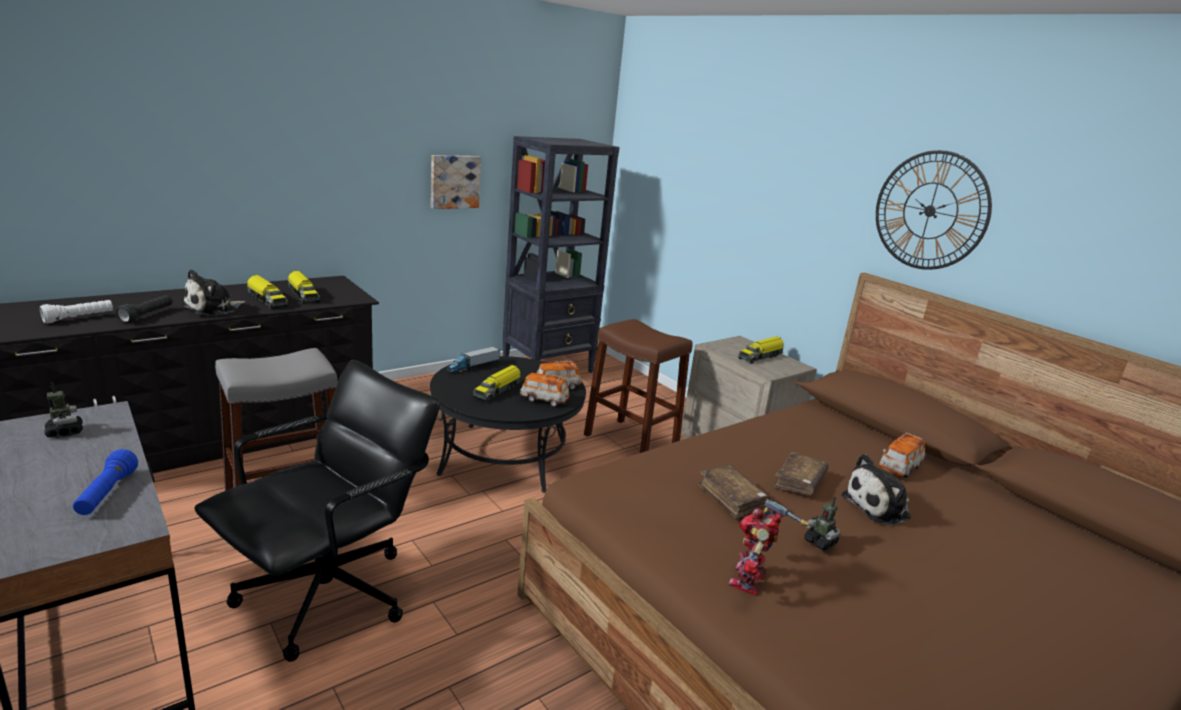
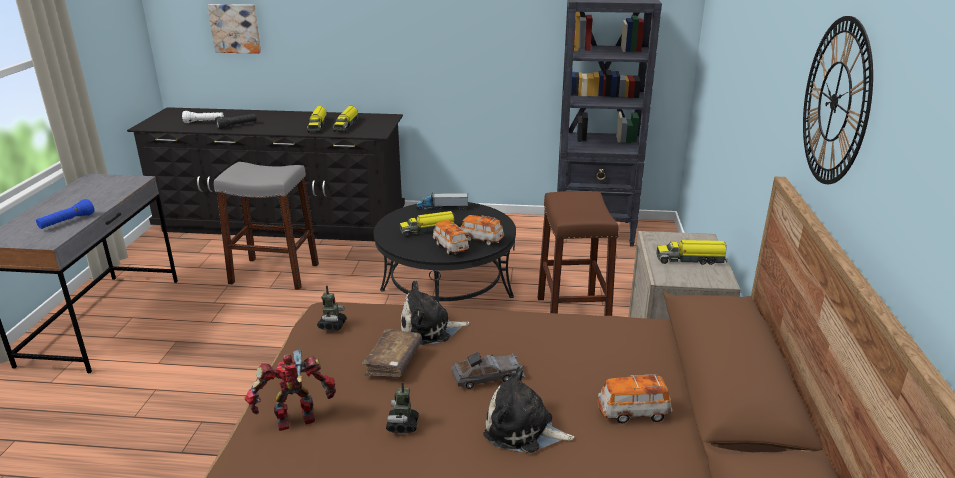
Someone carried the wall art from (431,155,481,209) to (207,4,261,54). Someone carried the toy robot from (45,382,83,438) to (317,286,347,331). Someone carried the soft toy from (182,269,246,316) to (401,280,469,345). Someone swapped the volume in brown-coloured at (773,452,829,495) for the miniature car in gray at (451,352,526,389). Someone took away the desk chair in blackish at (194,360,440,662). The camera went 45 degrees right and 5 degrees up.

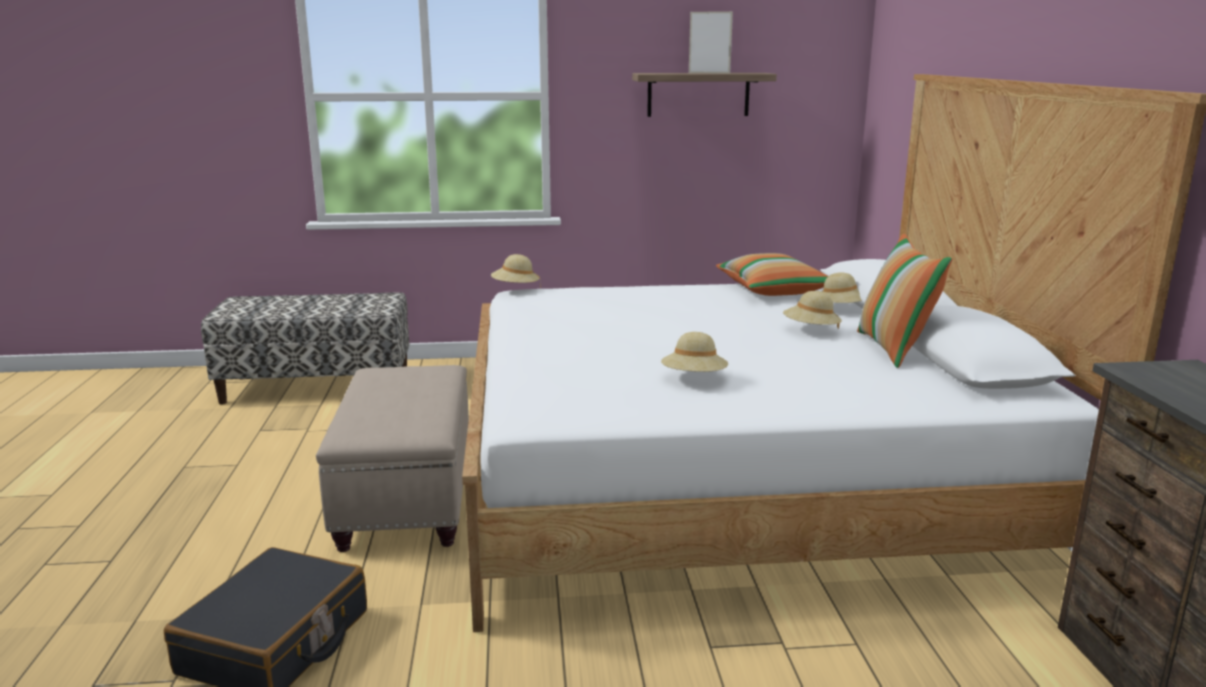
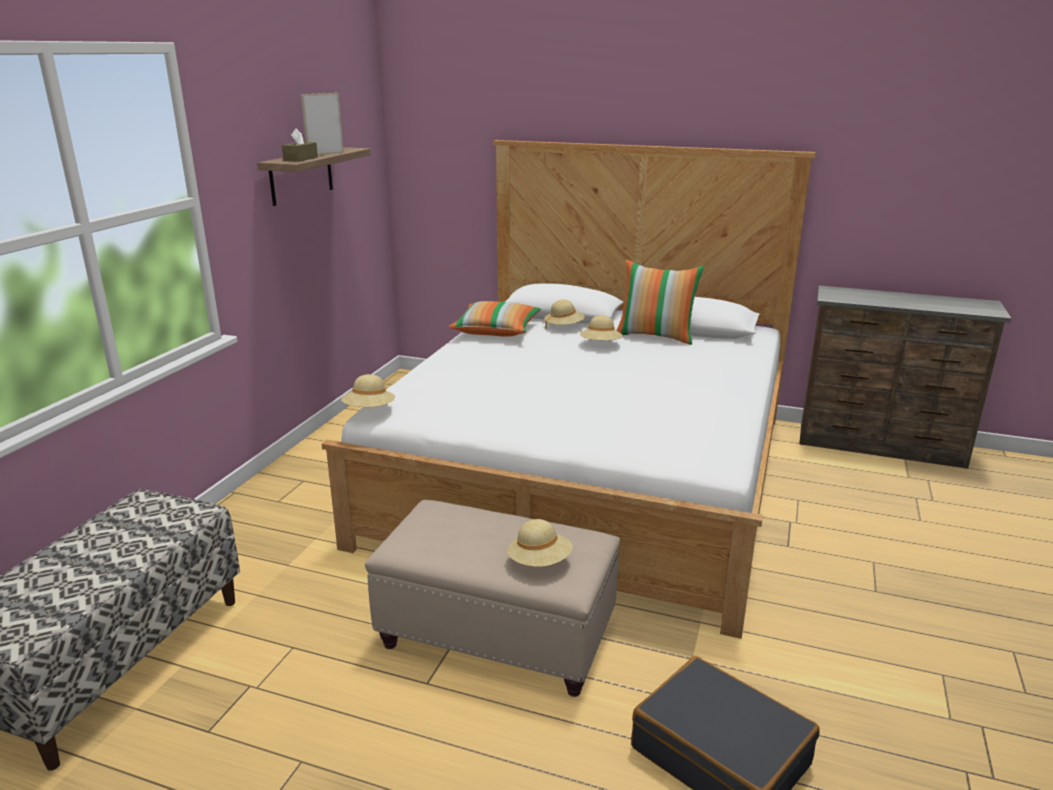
Someone put down the tissue box in brown-coloured at (282,128,318,162). Someone carried the clothing hat in sand-coloured from (661,332,728,372) to (507,519,573,567). The camera went 65 degrees left and 5 degrees up.

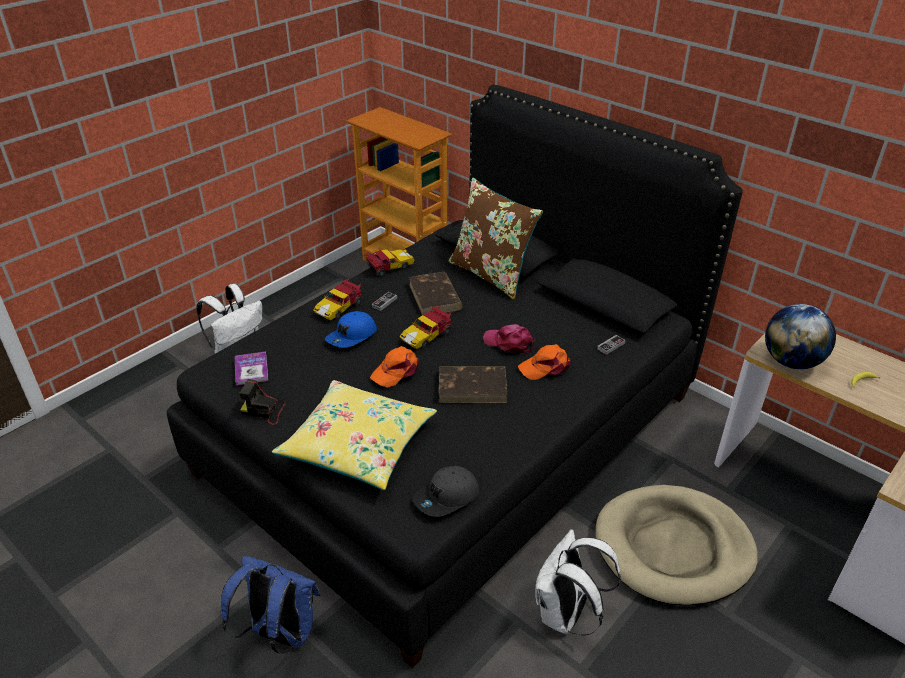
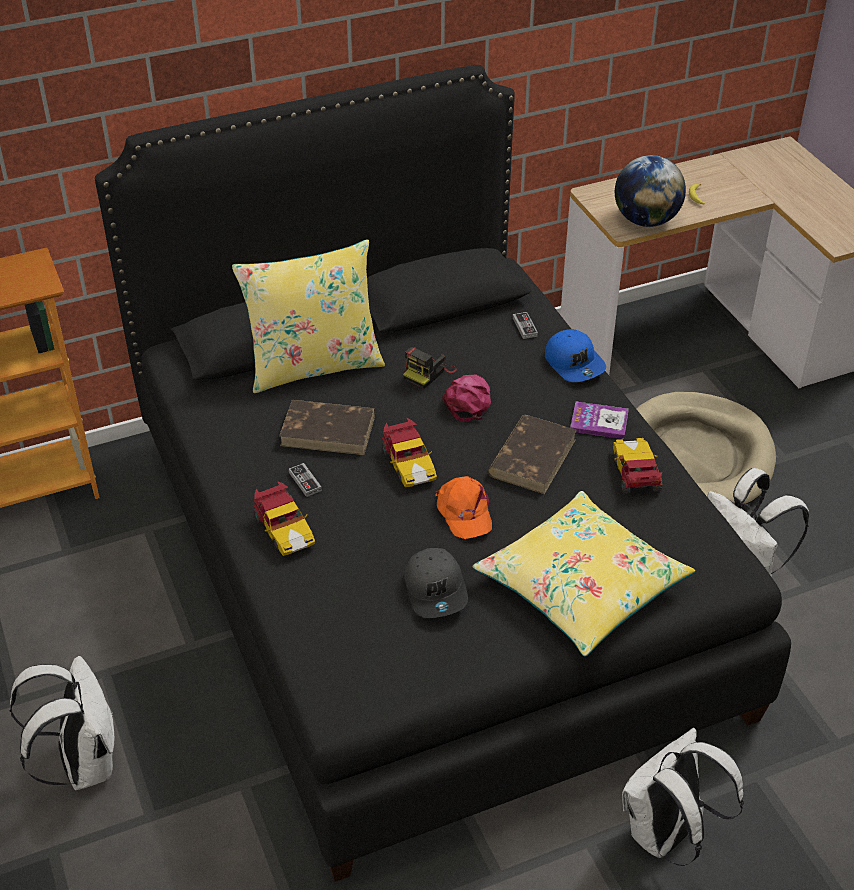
Someone repainted the pillow in brown-coloured at (448,178,543,299), which became the pillow in yellowish at (232,239,385,393). Someone carried the photo camera from (239,379,286,425) to (403,347,457,389). Someone carried the baseball cap in gray from (412,466,479,517) to (404,548,468,618). Someone rotated the baseball cap in pink at (483,324,535,353) by 135 degrees clockwise. Someone carried the baseball cap in blue-coloured from (325,311,377,348) to (545,329,606,382). Someone carried the volume from (235,351,268,385) to (570,402,629,439). Someone carried the miniature car from (365,249,414,277) to (613,438,662,494). Someone repainted the knapsack in blue-coloured at (221,556,320,654), which became the knapsack in white-coloured at (622,728,744,866). Someone took away the baseball cap in orange at (518,344,571,380). The camera went 65 degrees left and 5 degrees up.

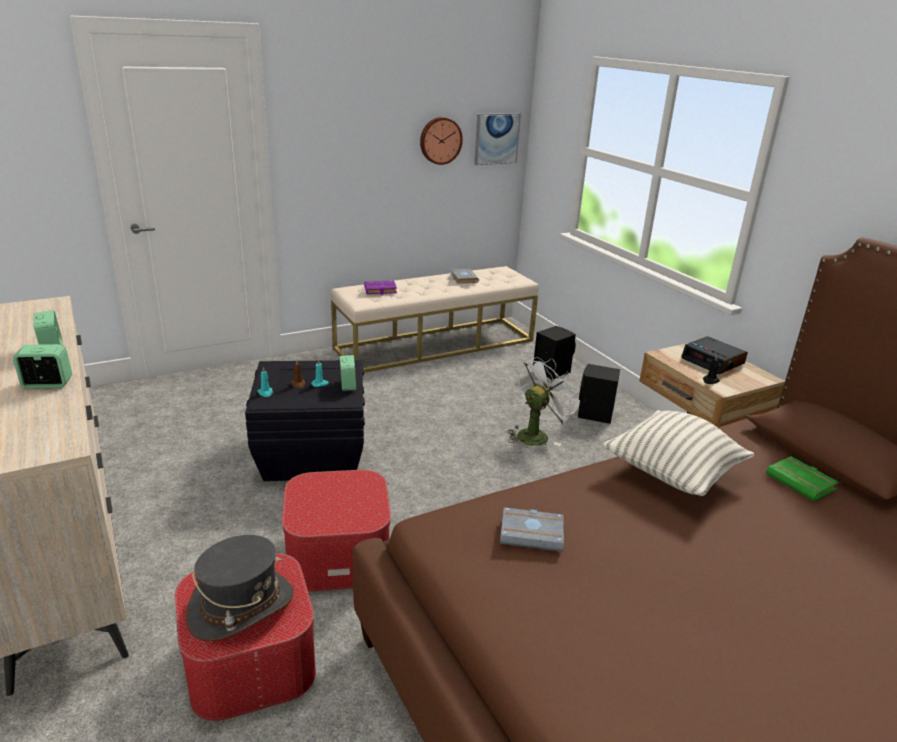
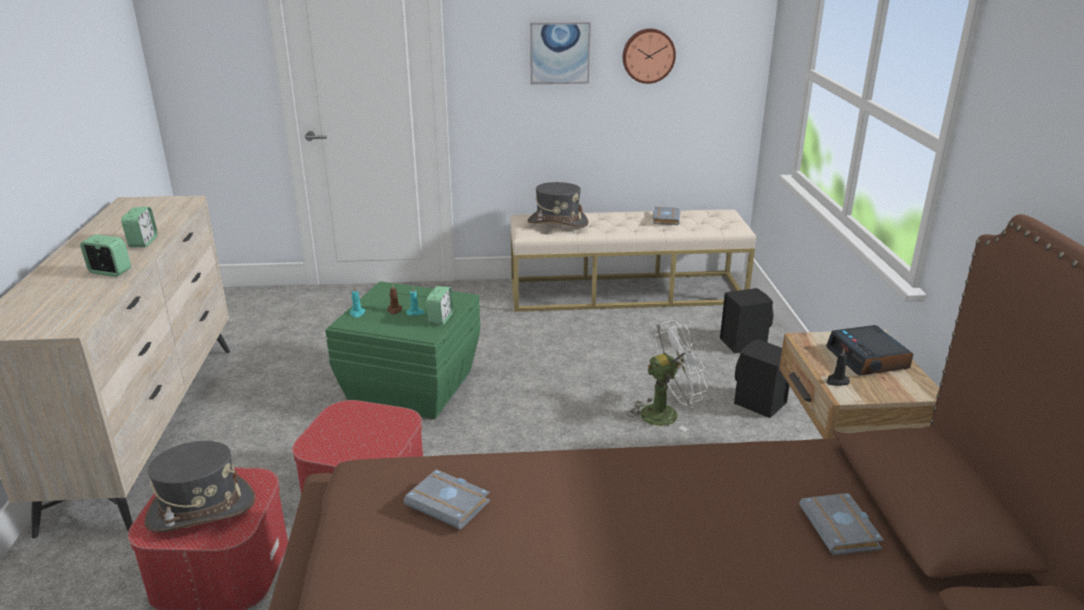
Someone repainted the storage box in blackish at (245,360,365,481), which became the storage box in green at (325,281,481,419). Someone swapped the volume in purple at (364,281,397,295) for the clothing hat in gray at (527,182,589,227). Someone carried the wall art from (474,113,521,165) to (530,22,590,84). Someone repainted the volume in green at (766,456,839,502), which became the volume in gray at (799,493,884,555). Someone took away the pillow at (603,410,754,496). The camera went 25 degrees right and 0 degrees up.

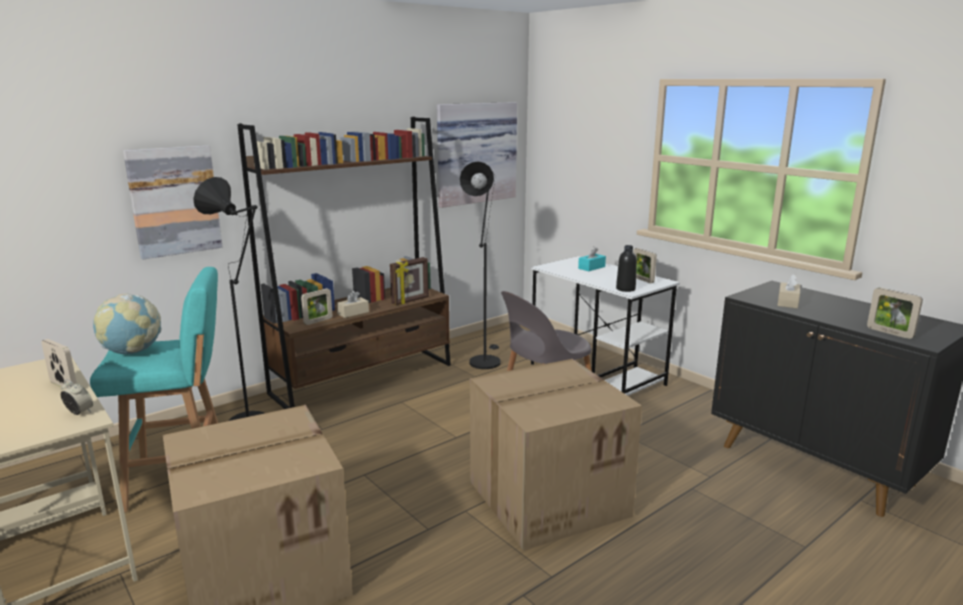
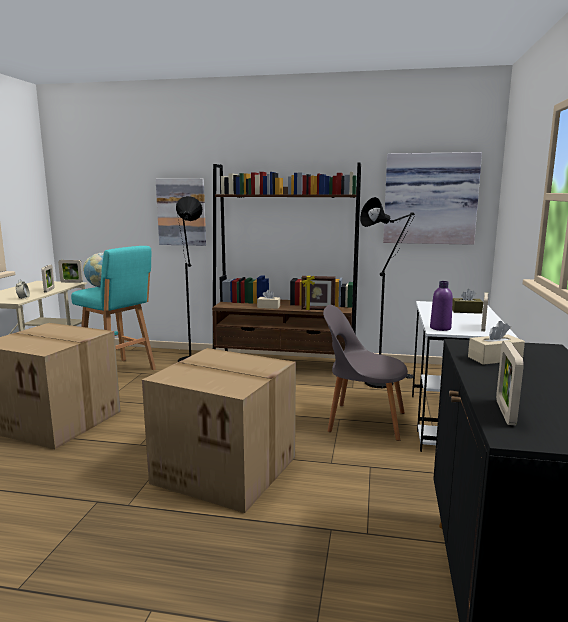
Someone carried the standing frame from (301,288,332,325) to (58,260,83,283). Someone repainted the bottle in blackish at (616,245,637,292), which became the bottle in purple at (430,281,453,331). Someone repainted the tissue box in turquoise at (578,246,606,271), which became the tissue box in brown-coloured at (452,289,483,314). The camera went 50 degrees right and 5 degrees down.

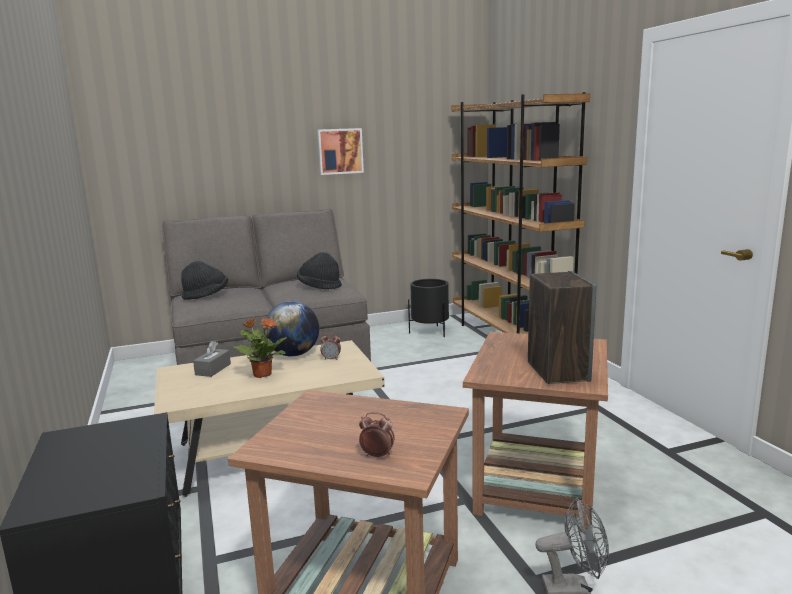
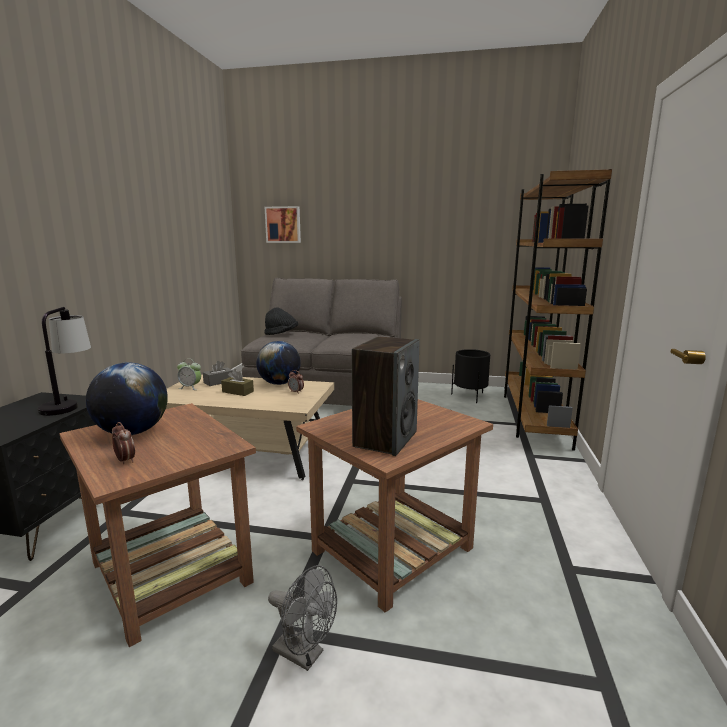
Someone put down the table lamp at (38,307,91,416). Someone put down the world globe at (86,362,168,435). Someone put down the alarm clock at (177,359,201,390). Someone swapped the plant in a pot at (233,318,287,378) for the tissue box in brown-coloured at (221,369,254,396). Someone carried the wall art from (317,128,364,175) to (265,206,301,243). Someone took away the clothing hat in blackish at (297,252,342,290). The camera went 30 degrees right and 0 degrees up.

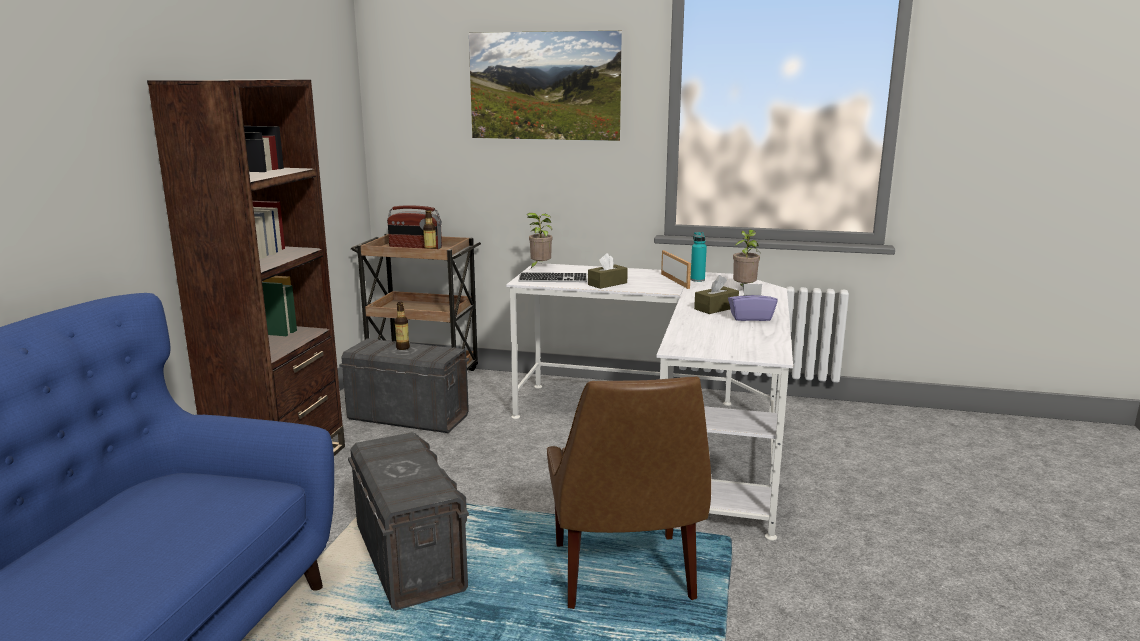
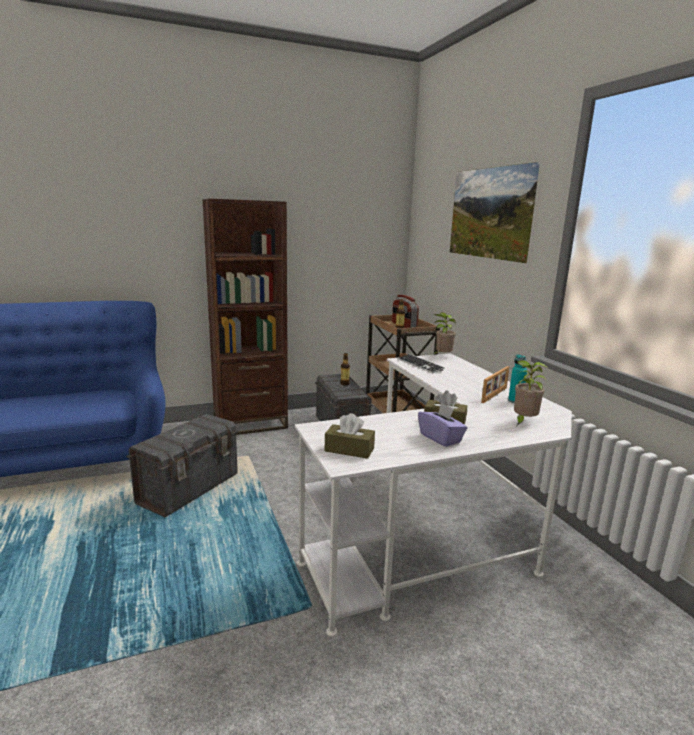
Someone carried the tissue box in brown-coloured from (588,253,628,289) to (325,413,375,459). Someone took away the upright chair in brown-coloured at (547,377,711,609). The camera went 55 degrees right and 0 degrees up.

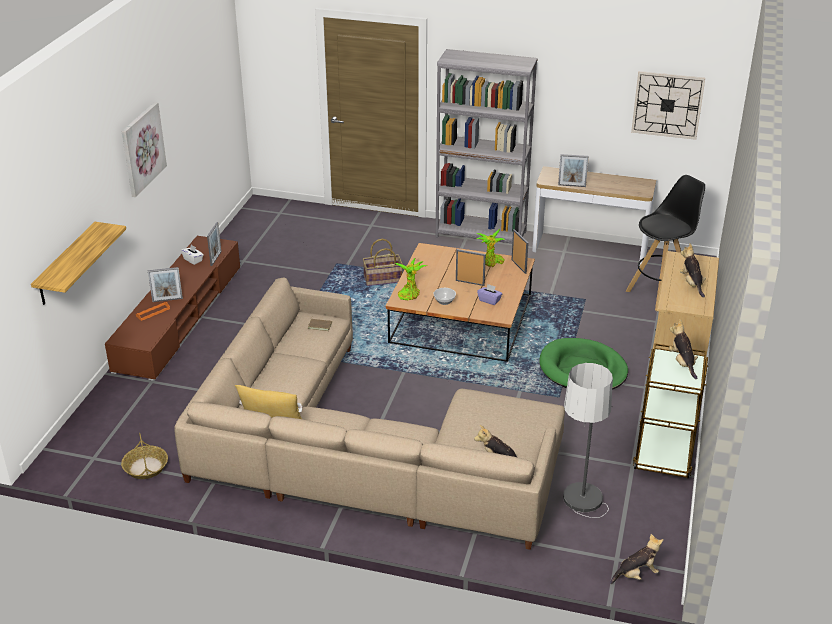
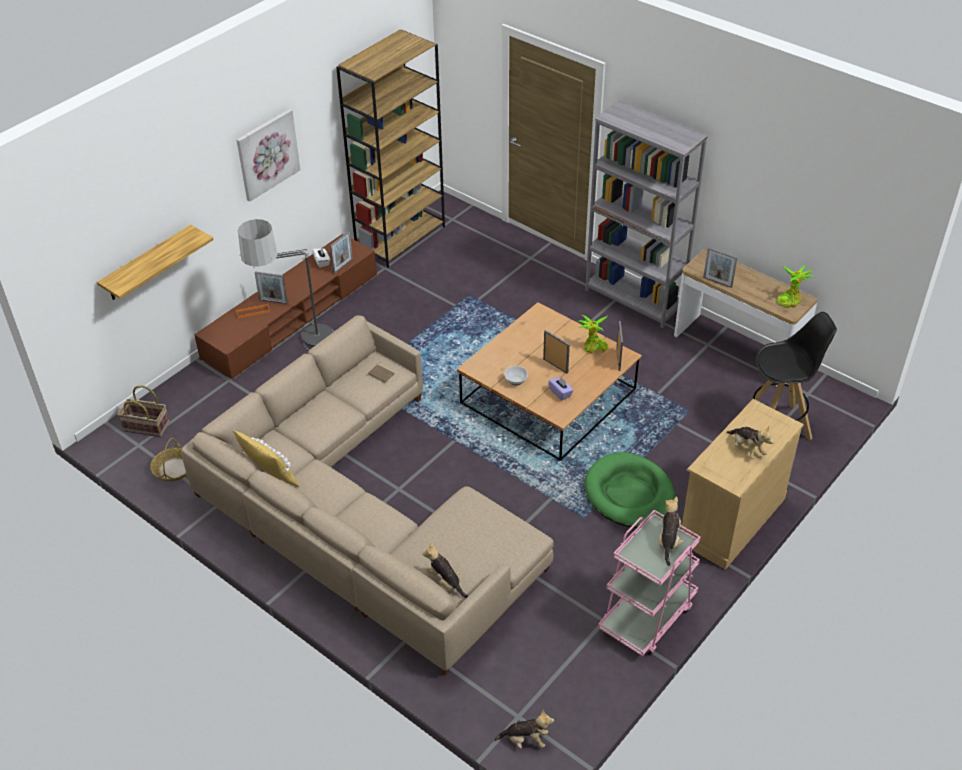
Someone carried the household basket from (363,239,403,286) to (118,385,170,437). Someone carried the floor lamp from (563,363,613,518) to (238,219,334,350). Someone put down the bookcase in brown-coloured at (336,29,445,268). Someone repainted the wheeled cart in brown-coloured at (633,343,708,479), which became the wheeled cart in pink at (598,510,701,656). Someone rotated the soft toy at (680,244,706,298) by 135 degrees clockwise. Someone carried the plant in a pot from (395,258,427,300) to (777,265,814,307). Someone took away the hanging clock at (631,71,705,140). The camera went 25 degrees right and 10 degrees up.

